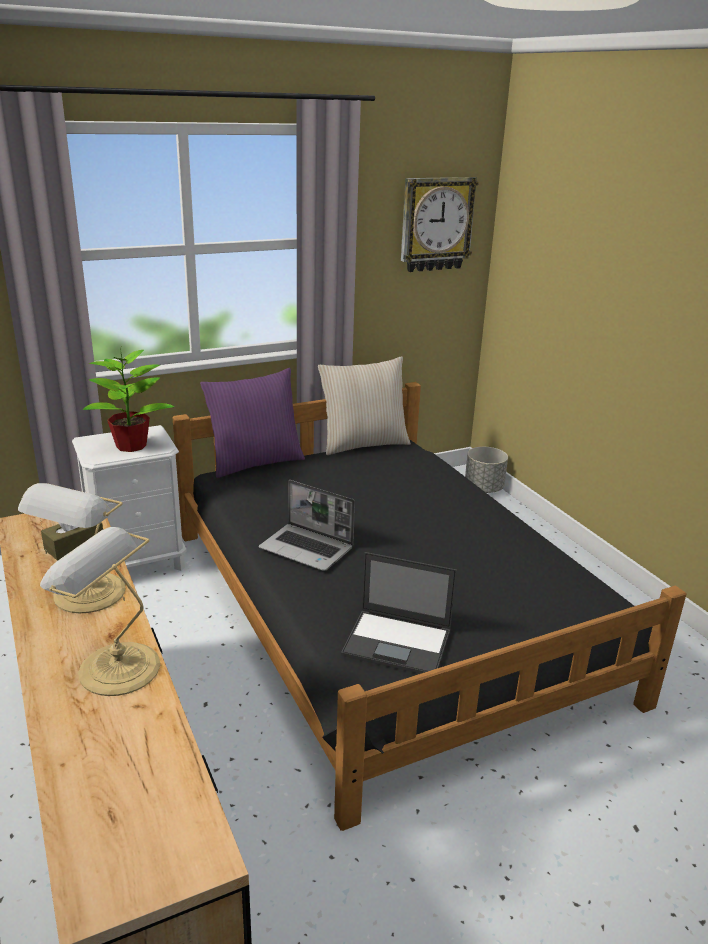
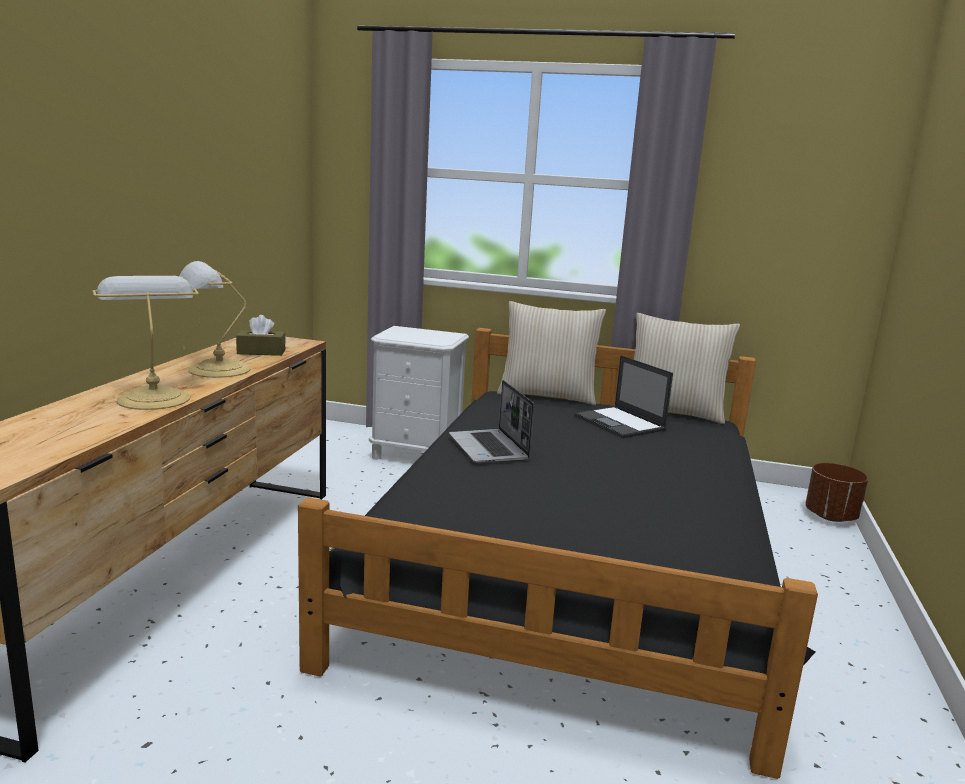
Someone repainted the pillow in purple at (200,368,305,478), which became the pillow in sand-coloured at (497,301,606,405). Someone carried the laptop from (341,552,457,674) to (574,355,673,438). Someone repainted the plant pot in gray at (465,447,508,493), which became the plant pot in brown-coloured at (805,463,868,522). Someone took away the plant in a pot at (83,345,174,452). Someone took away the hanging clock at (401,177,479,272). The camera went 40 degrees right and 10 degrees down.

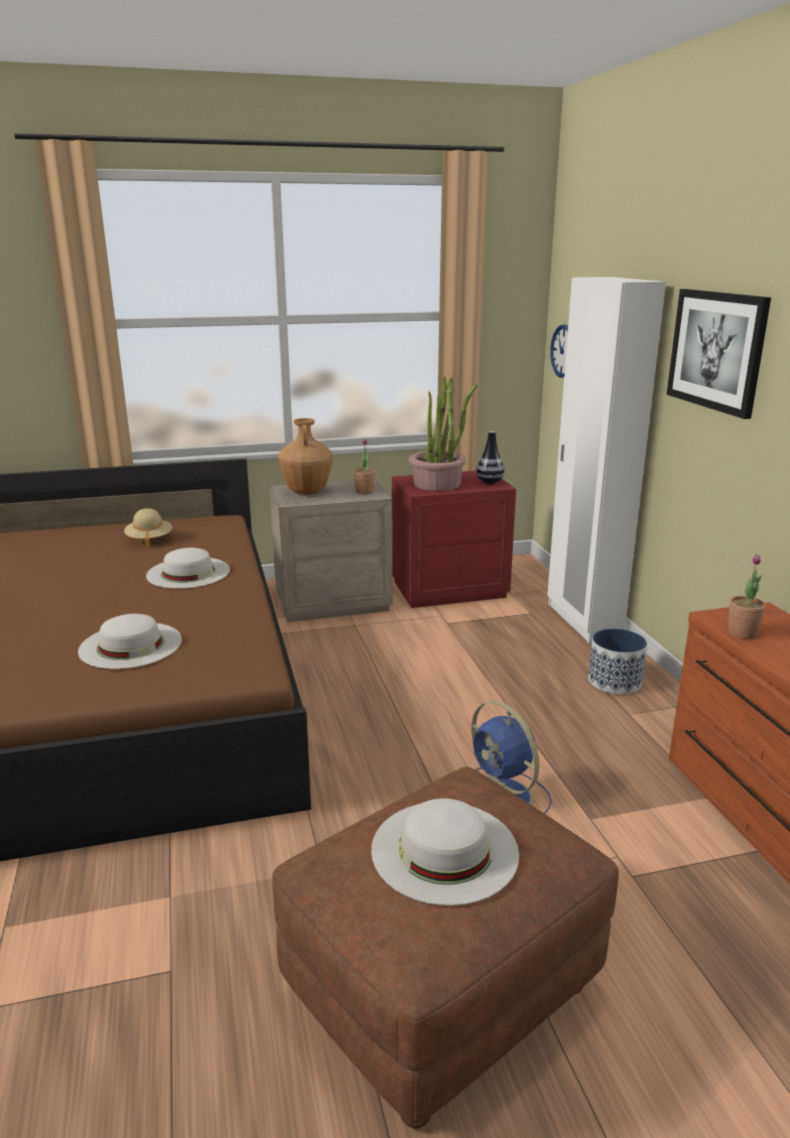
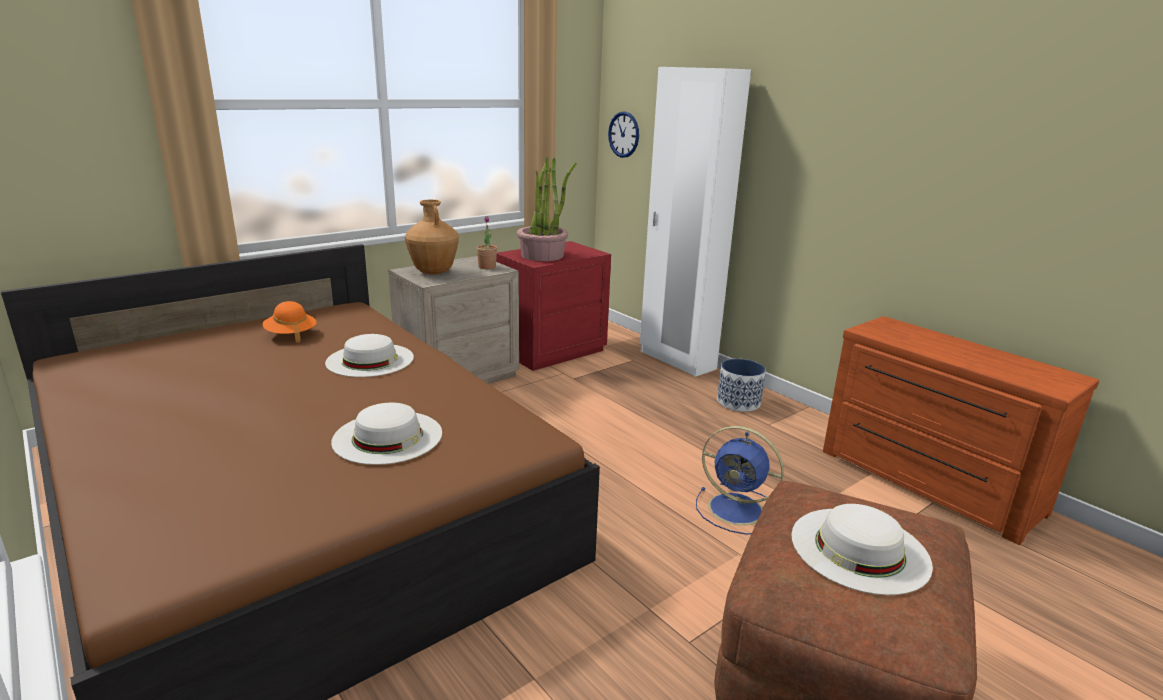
Someone repainted the clothing hat in sand-coloured at (124,508,172,548), which became the clothing hat in orange at (262,301,317,343). Someone took away the vase at (476,431,504,484). Someone took away the wall art at (667,289,771,419). Someone took away the plant in a pot at (728,554,766,639). The camera went 25 degrees left and 0 degrees up.

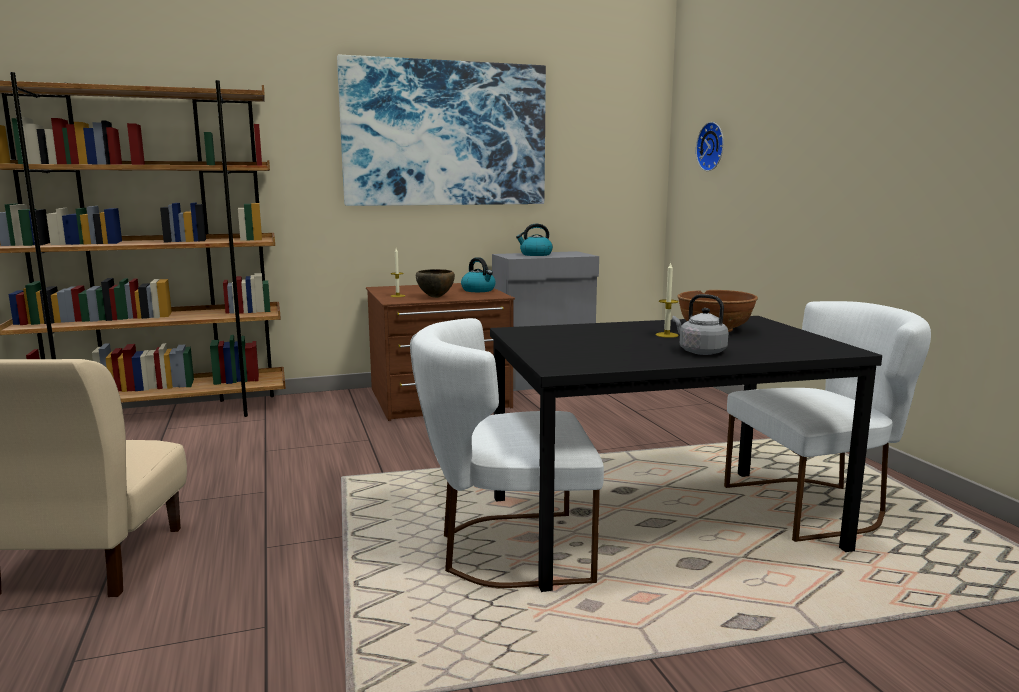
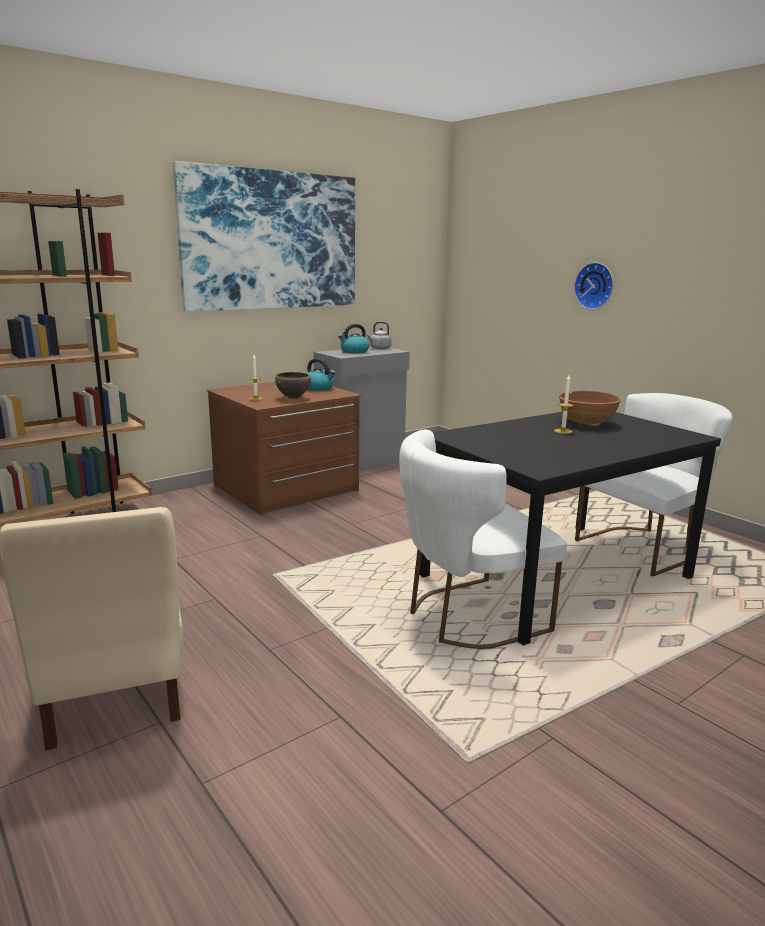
Someone carried the water kettle in gray from (672,294,729,355) to (366,322,392,349). Someone carried the hanging clock from (696,122,724,171) to (574,262,613,310). The camera went 20 degrees left and 5 degrees up.

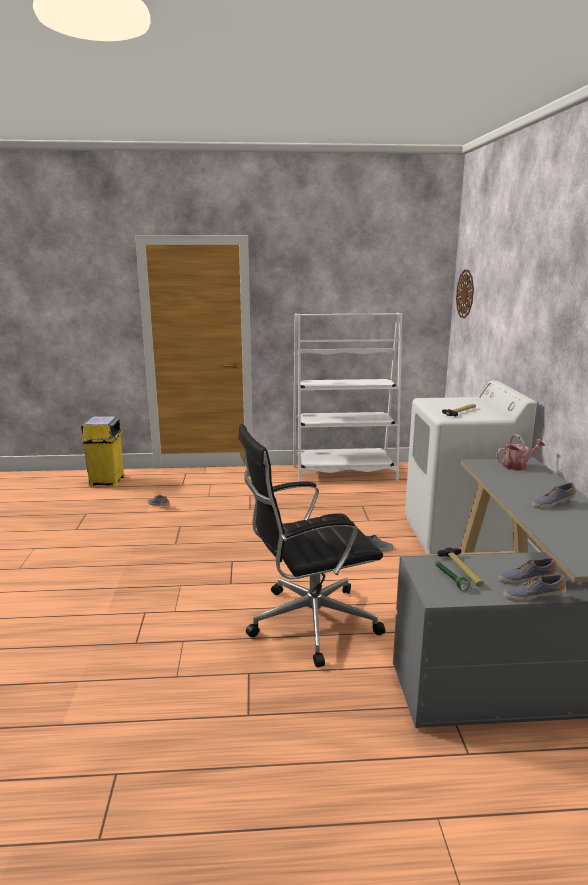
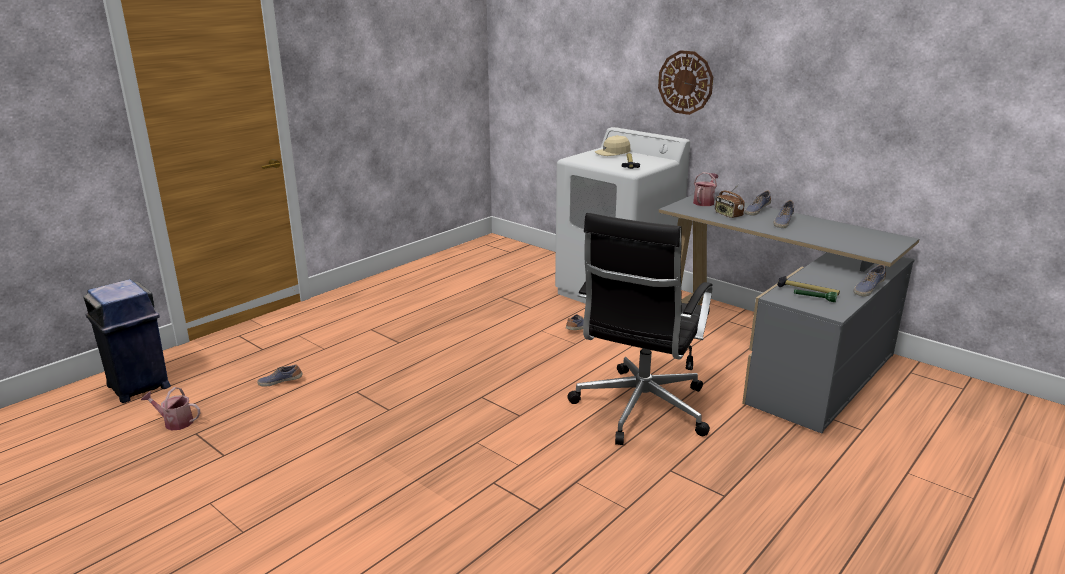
Someone repainted the rubbish bin in yellowish at (81,416,125,487), which became the rubbish bin in blue-coloured at (83,279,171,403). Someone put down the sprinkling can at (141,387,201,430). Someone put down the baseball cap in sand-coloured at (595,135,630,156). Someone carried the hanging clock from (456,270,474,319) to (658,50,713,115). Someone put down the radio set at (715,184,745,218). Someone carried the item of footwear from (498,557,557,584) to (744,190,771,216). Someone took away the bookcase in white-coloured at (293,313,402,482). The camera went 45 degrees left and 5 degrees up.

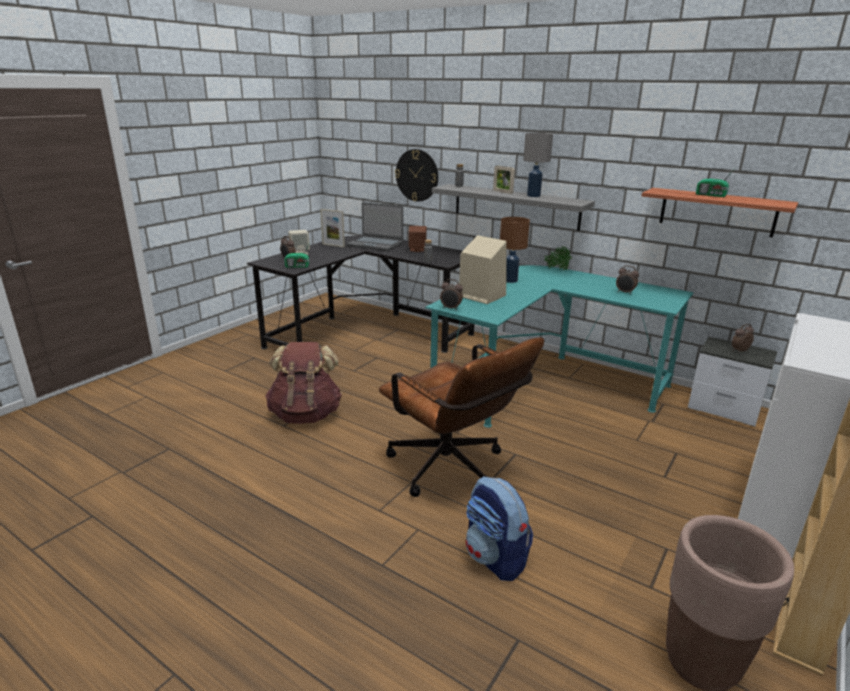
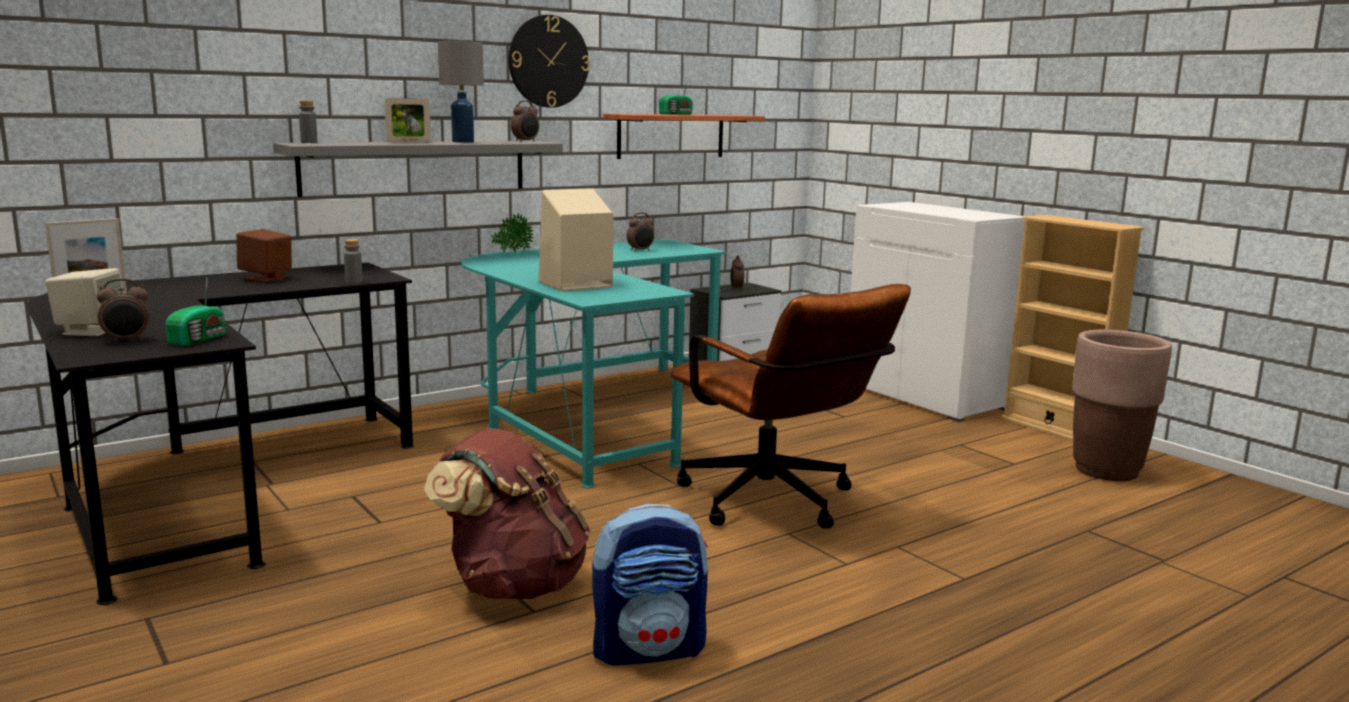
Someone carried the hanging clock from (395,149,438,202) to (509,15,590,108). Someone carried the alarm clock from (440,279,463,310) to (511,100,539,142). Someone carried the knapsack from (466,476,533,581) to (592,503,708,665). Someone rotated the desk chair in brown-coloured at (379,337,544,497) by 75 degrees clockwise. Someone took away the laptop at (347,202,403,251). Someone took away the table lamp in brown-coloured at (500,217,530,283). The camera went 70 degrees left and 10 degrees down.

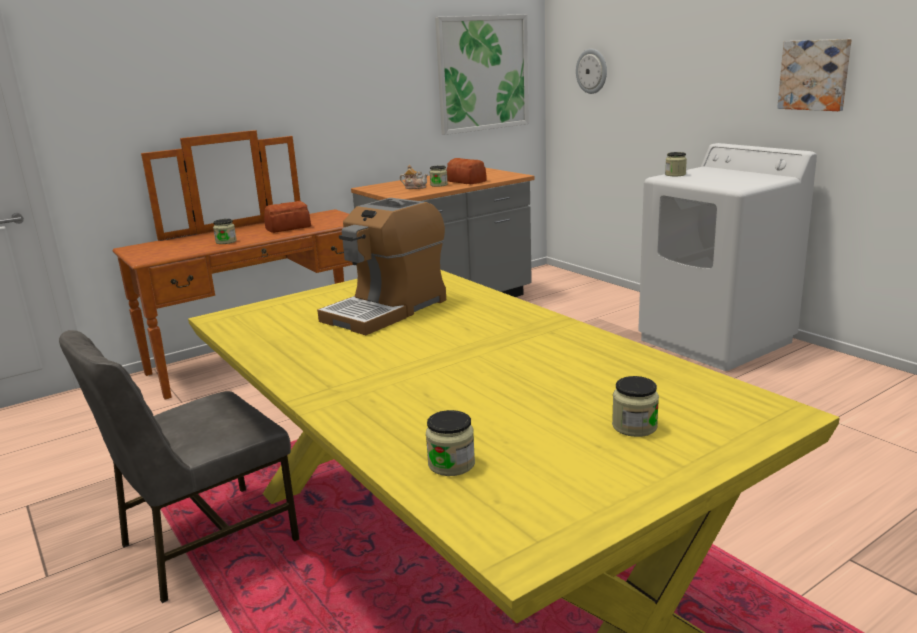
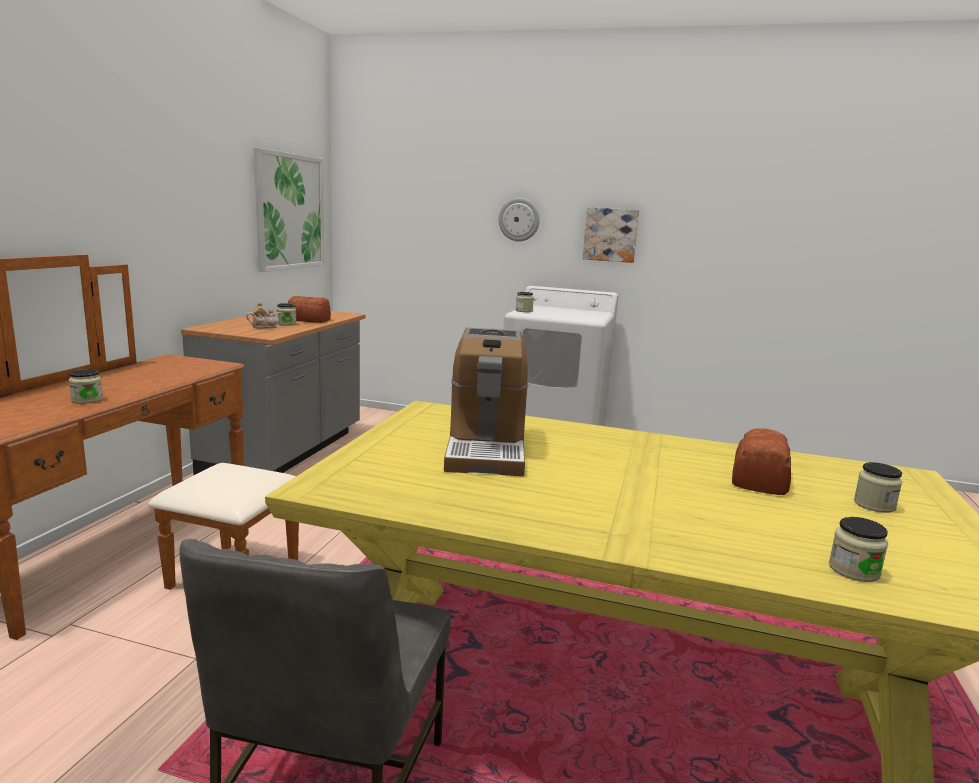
Someone carried the hanging clock from (576,49,607,94) to (499,198,540,242). Someone carried the baked bread from (264,201,311,233) to (732,428,791,495). The camera went 40 degrees left and 5 degrees down.

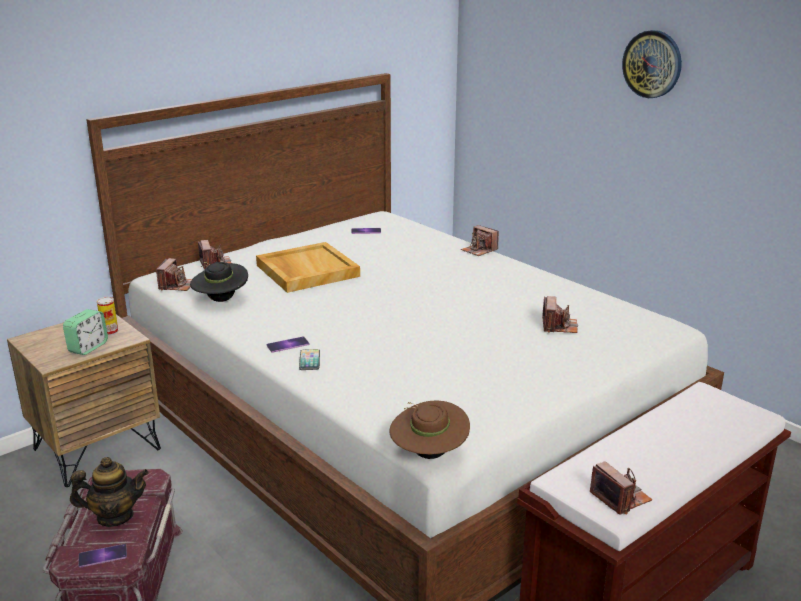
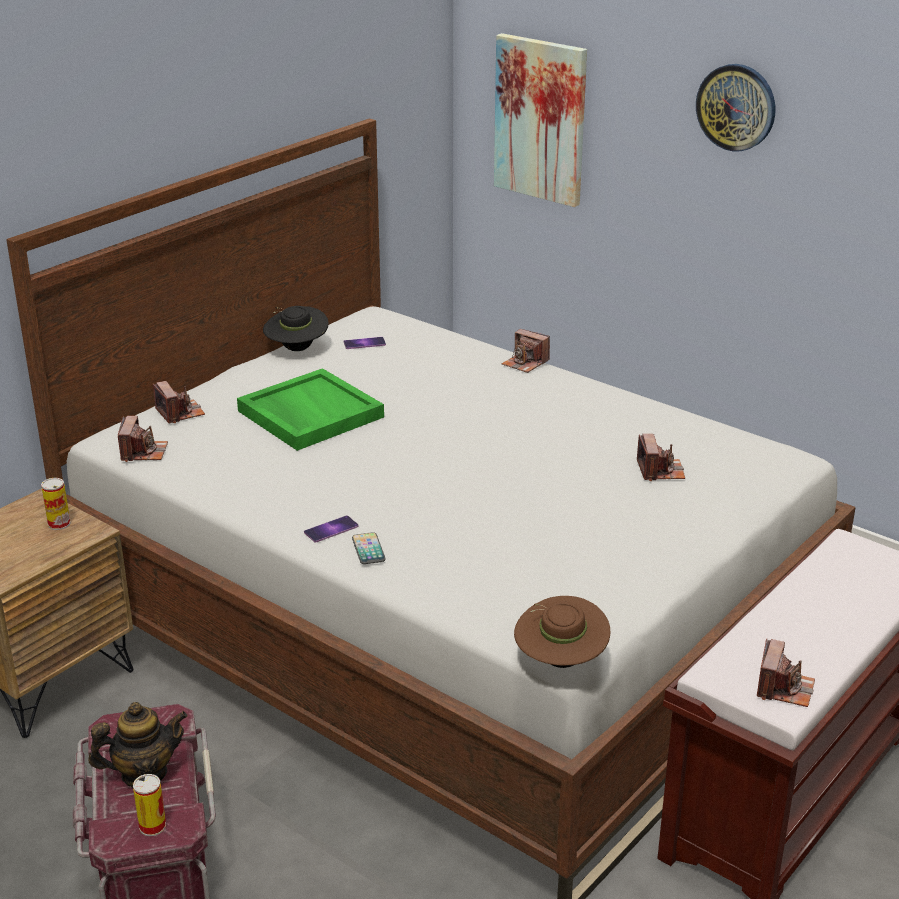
Someone swapped the handset at (79,544,127,568) for the sealed can at (133,774,166,836). Someone repainted the carrying tray in sand-coloured at (256,242,360,293), which became the carrying tray in green at (237,368,384,451). Someone carried the clothing hat in blackish from (190,262,248,302) to (263,306,328,351). Someone put up the wall art at (494,33,587,207). Someone rotated the photo camera at (590,461,652,514) by 60 degrees clockwise. Someone took away the alarm clock at (63,309,108,355). The camera went 10 degrees left and 5 degrees up.

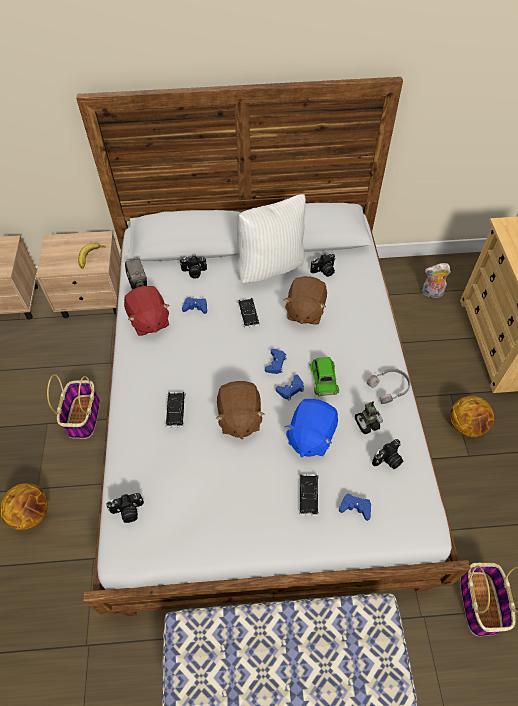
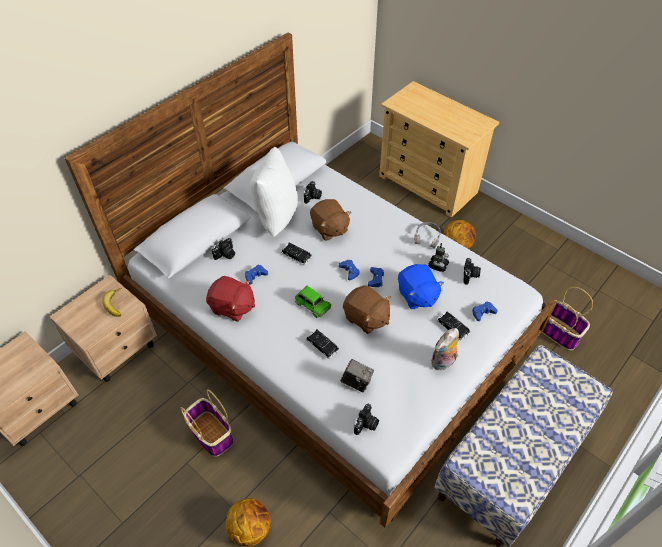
Someone carried the miniature car in green from (310,357,339,396) to (295,286,331,318). Someone carried the photo camera from (125,259,147,290) to (341,359,374,392). Someone carried the soft toy from (422,263,451,298) to (431,328,459,370). The camera went 45 degrees left and 5 degrees down.

